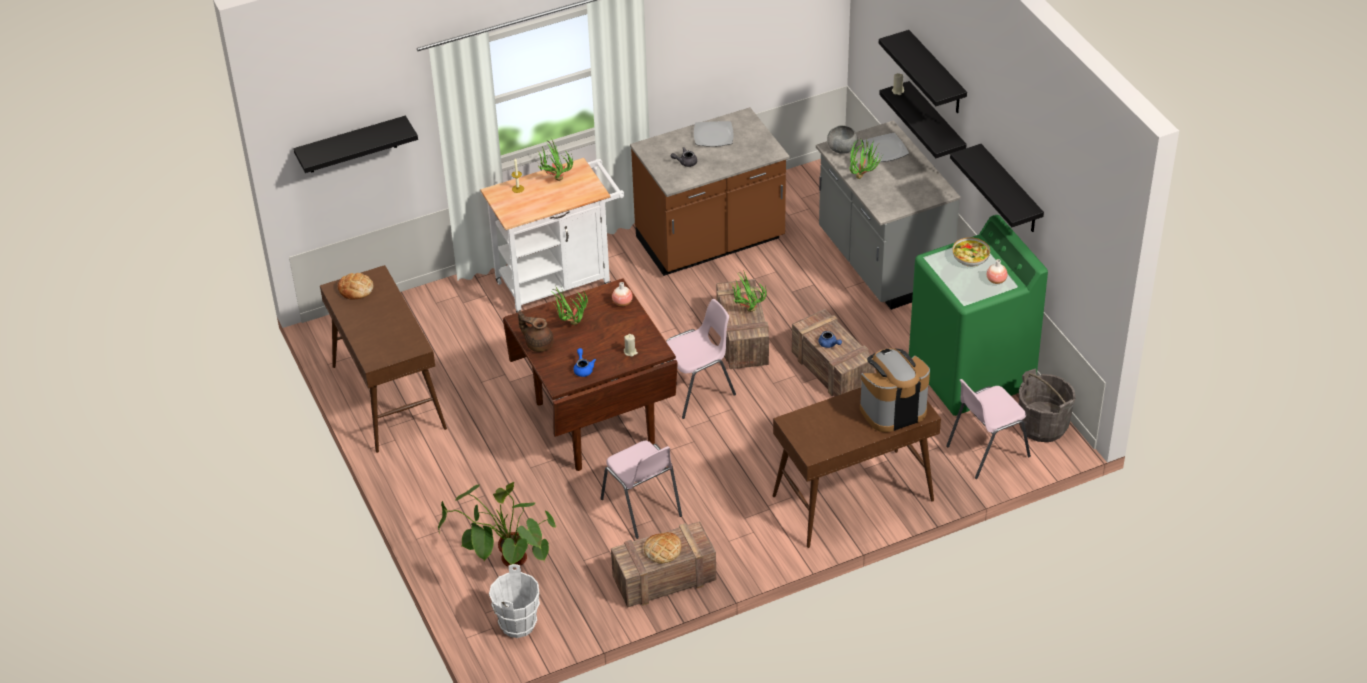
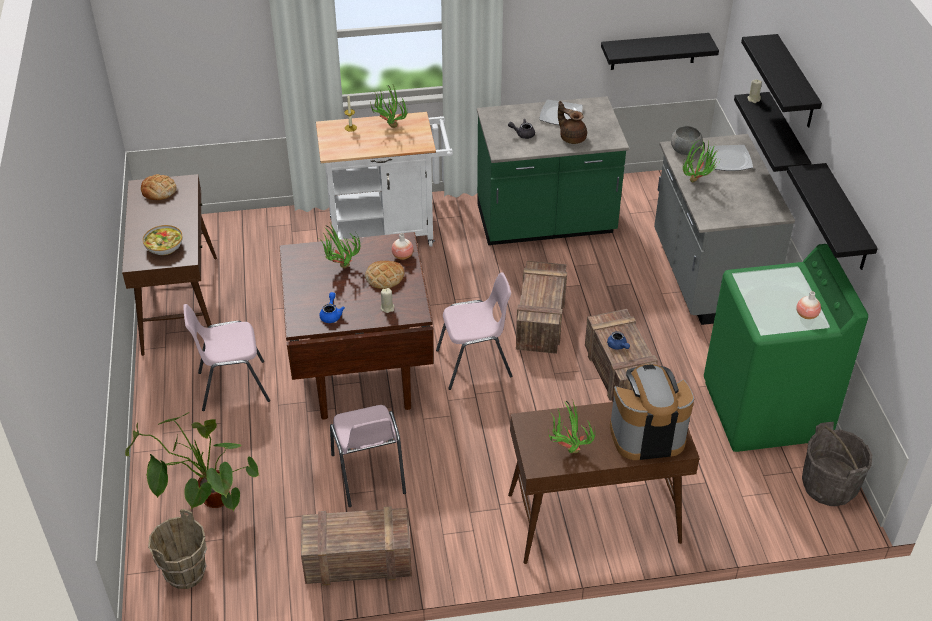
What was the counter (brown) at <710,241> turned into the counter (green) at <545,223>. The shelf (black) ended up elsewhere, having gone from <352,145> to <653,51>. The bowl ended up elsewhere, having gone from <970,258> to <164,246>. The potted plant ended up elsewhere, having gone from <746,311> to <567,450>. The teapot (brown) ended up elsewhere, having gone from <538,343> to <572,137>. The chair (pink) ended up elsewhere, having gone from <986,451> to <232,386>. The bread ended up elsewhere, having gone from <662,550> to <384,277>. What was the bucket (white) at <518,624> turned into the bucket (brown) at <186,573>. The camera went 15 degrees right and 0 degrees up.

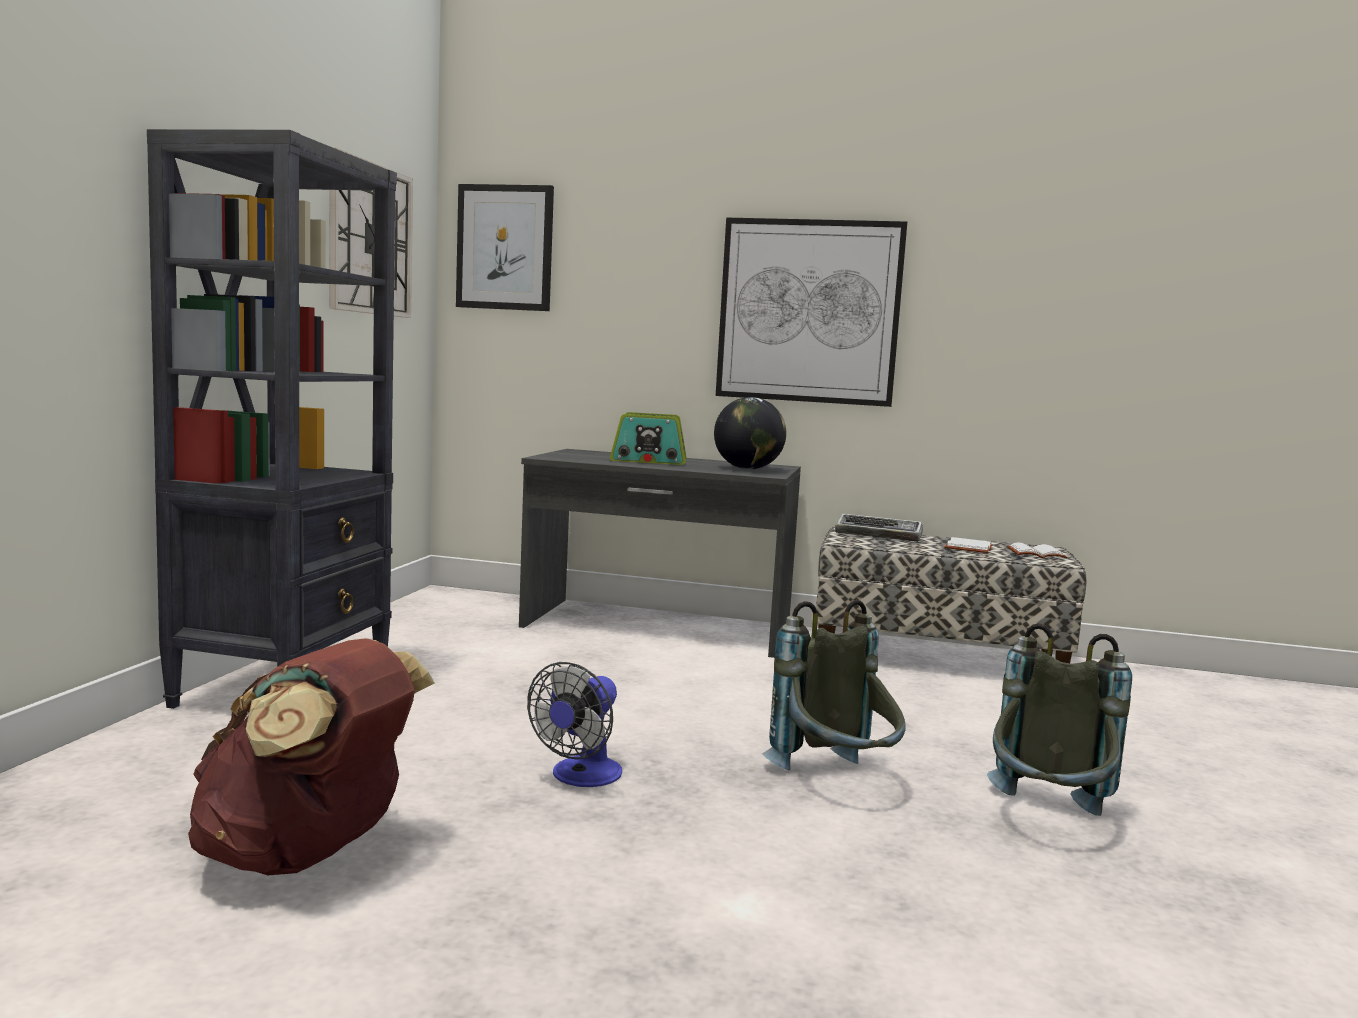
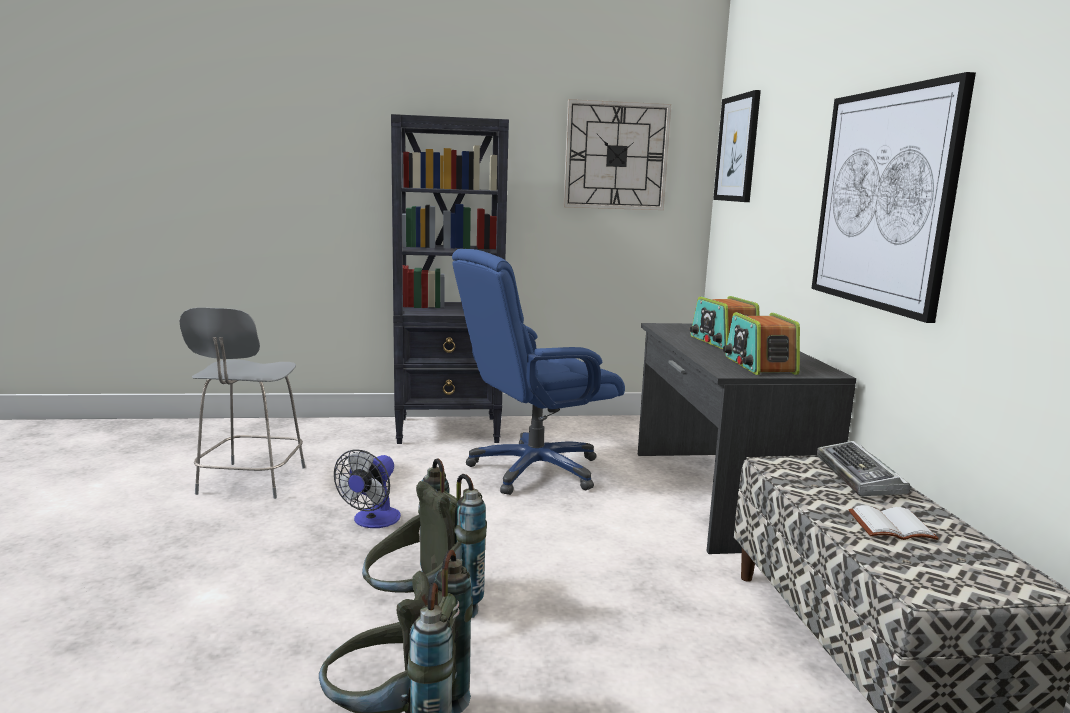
Where the globe stood at <747,469>, the radio came to stand at <759,365>. The second view lost the book (white) at <1035,554>. Where the backpack (brown) stood at <308,854>, the stool (grey) came to stand at <250,482>. The fan at <580,777> ended up facing another way, 75 degrees counterclockwise from before. The second view gained the office chair (blue) at <534,470>. The camera went 70 degrees right and 5 degrees up.

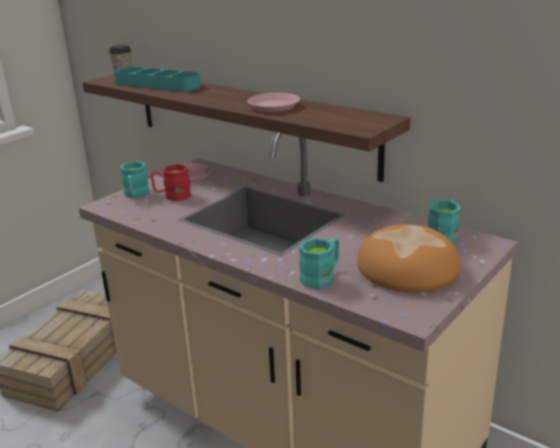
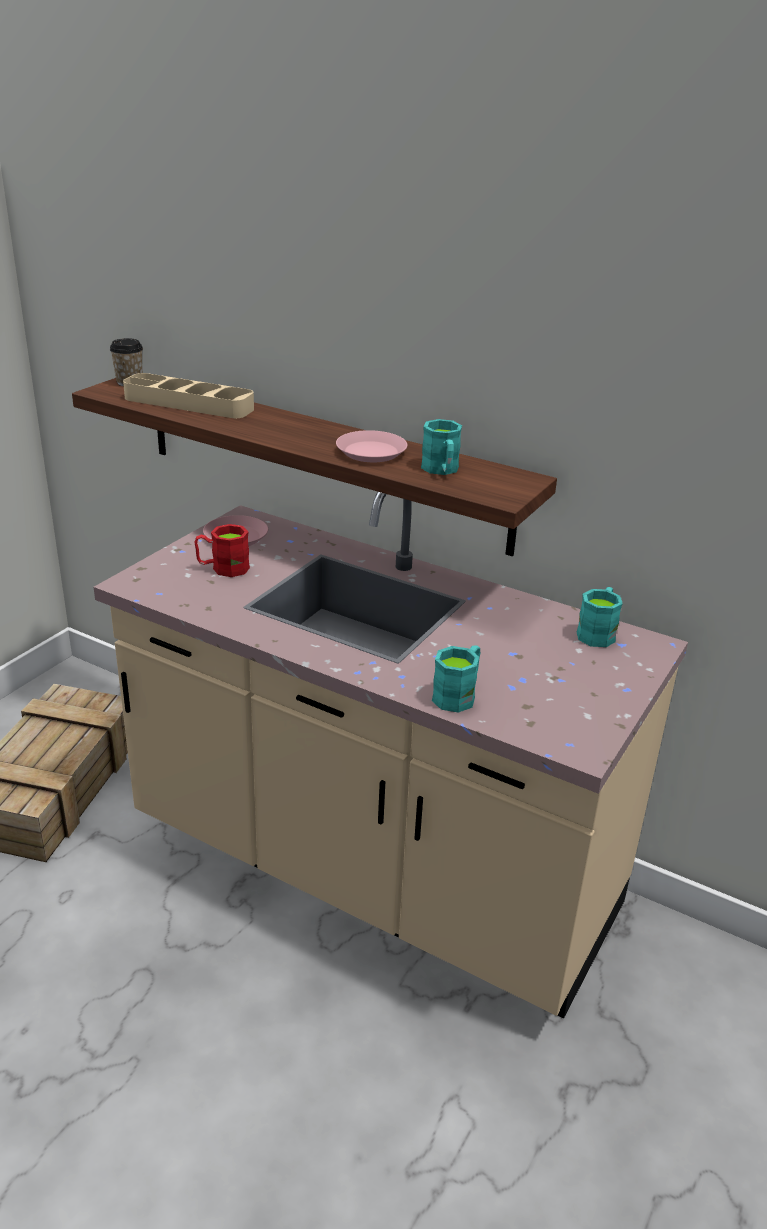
What was the tray (turquoise) at <157,84> turned into the tray (beige) at <188,403>. The mug (turquoise) ended up elsewhere, having gone from <135,195> to <441,470>. The second view lost the bread at <408,268>. The camera went 10 degrees left and 5 degrees up.

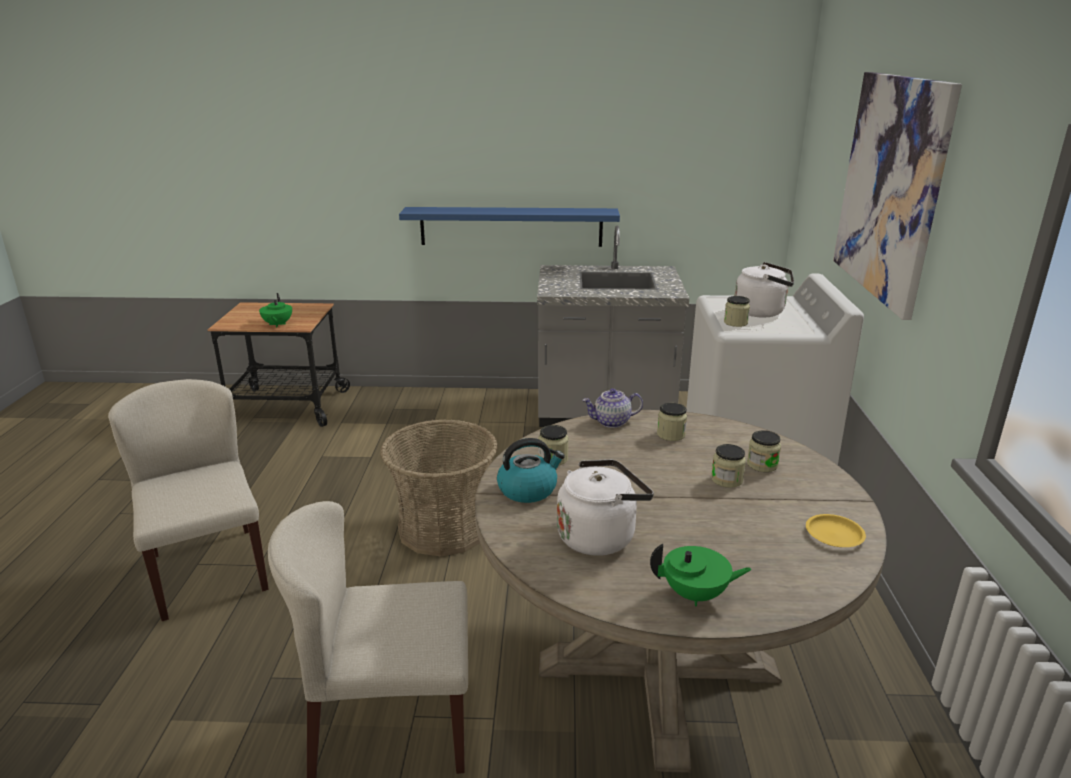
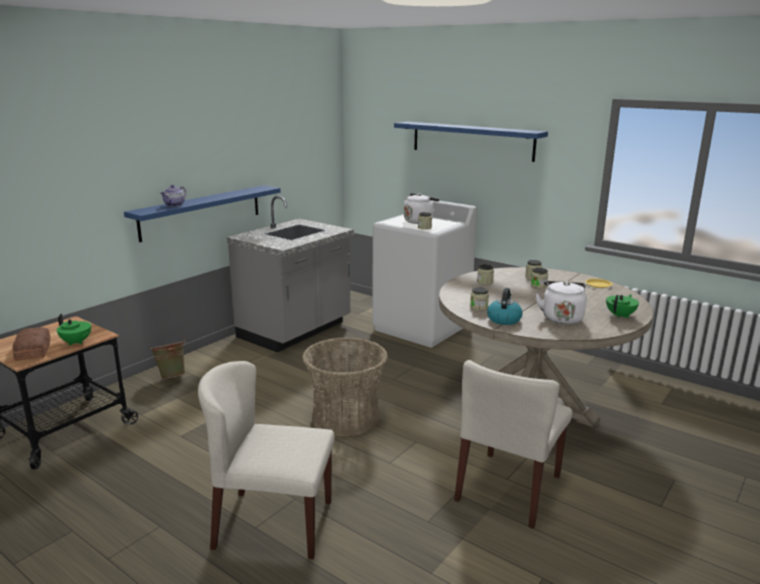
Where the picture hung at <890,188>, the shelf (blue) came to hang at <471,140>. The teapot ended up elsewhere, having gone from <611,422> to <174,205>. The second view gained the bread at <32,350>. The second view gained the bucket (green) at <172,376>. The camera went 55 degrees left and 5 degrees down.

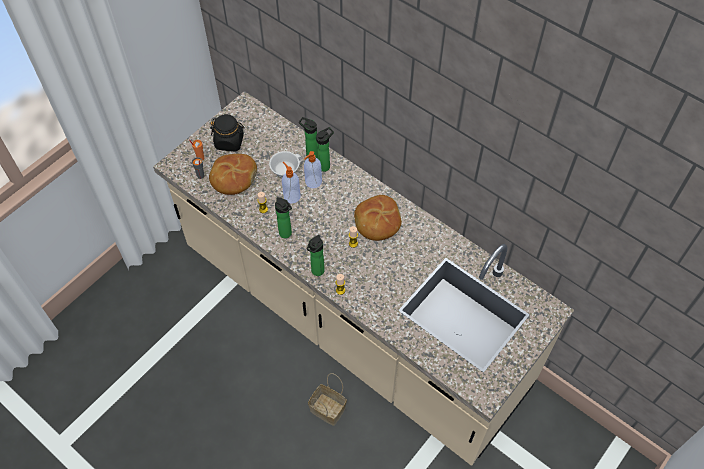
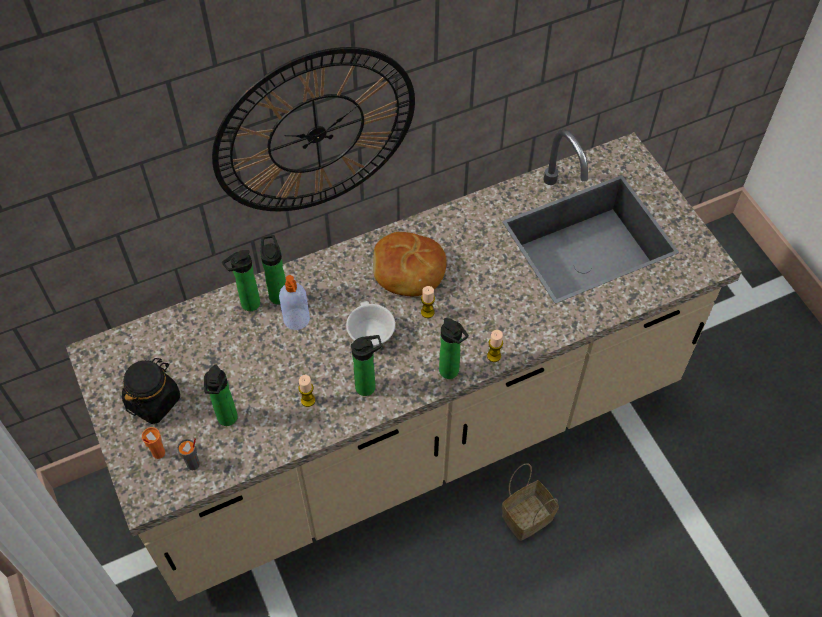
The cup (white) ended up elsewhere, having gone from <285,169> to <369,334>. Where the bread stood at <233,178>, the bottle came to stand at <227,420>. The second view lost the soap dispenser at <291,196>. The second view gained the wall clock at <316,133>. The camera went 65 degrees left and 0 degrees up.

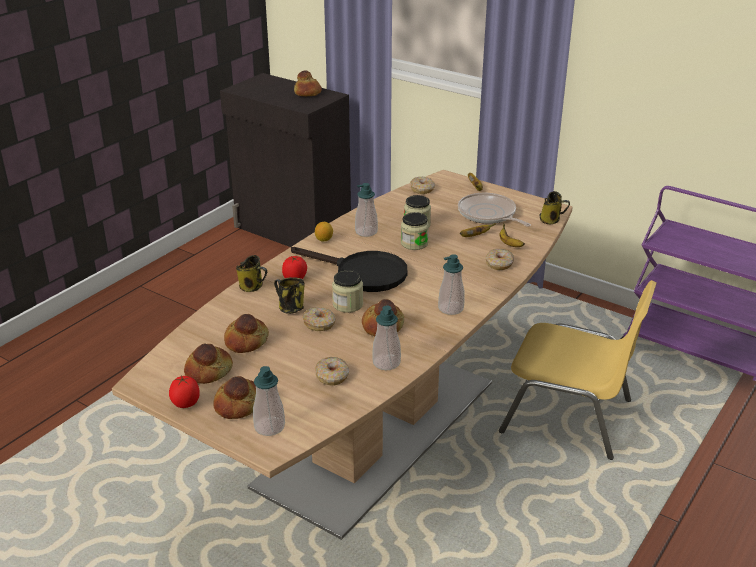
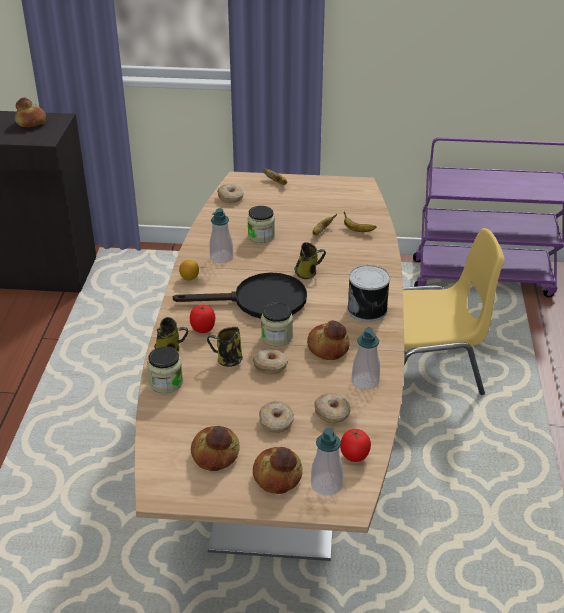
The mug ended up elsewhere, having gone from <551,220> to <307,273>. The second view lost the frying pan at <488,215>. The jar ended up elsewhere, having gone from <414,243> to <166,383>. The donut ended up elsewhere, having gone from <499,264> to <276,422>. Where the soap dispenser stood at <451,308>, the can came to stand at <368,309>. The second view lost the bread at <247,341>. The tomato ended up elsewhere, having gone from <185,404> to <354,457>. The camera went 30 degrees left and 5 degrees up.

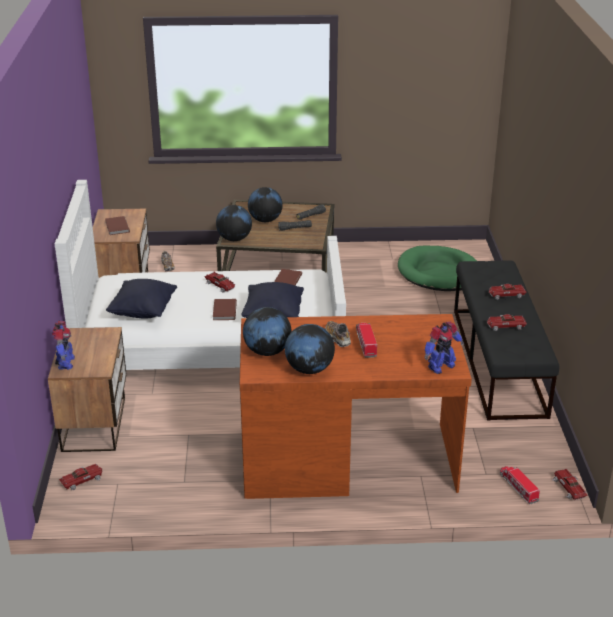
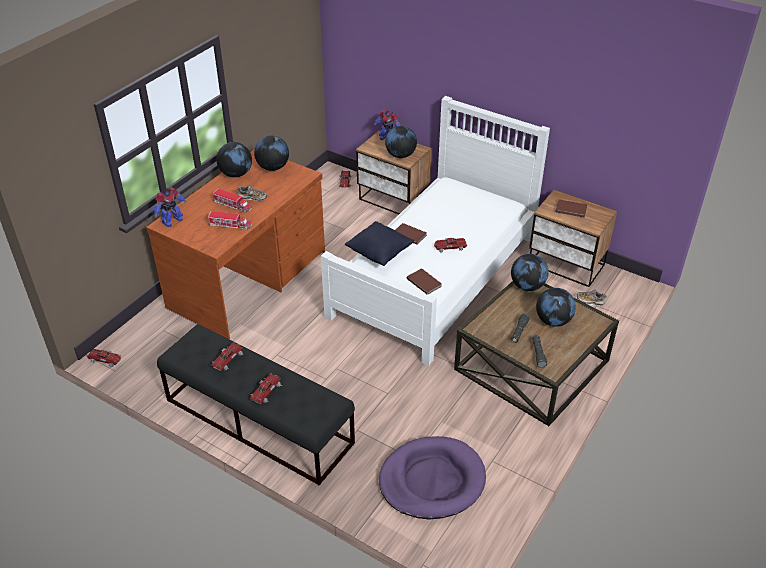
What was the dog bed (green) at <439,273> turned into the dog bed (purple) at <432,480>. The second view lost the pillow (black) at <143,312>. The toy robot at <440,366> ended up facing another way, 135 degrees counterclockwise from before. The toy truck ended up elsewhere, having gone from <518,487> to <230,225>. The second view gained the globe at <400,155>. The camera went 125 degrees right and 10 degrees up.

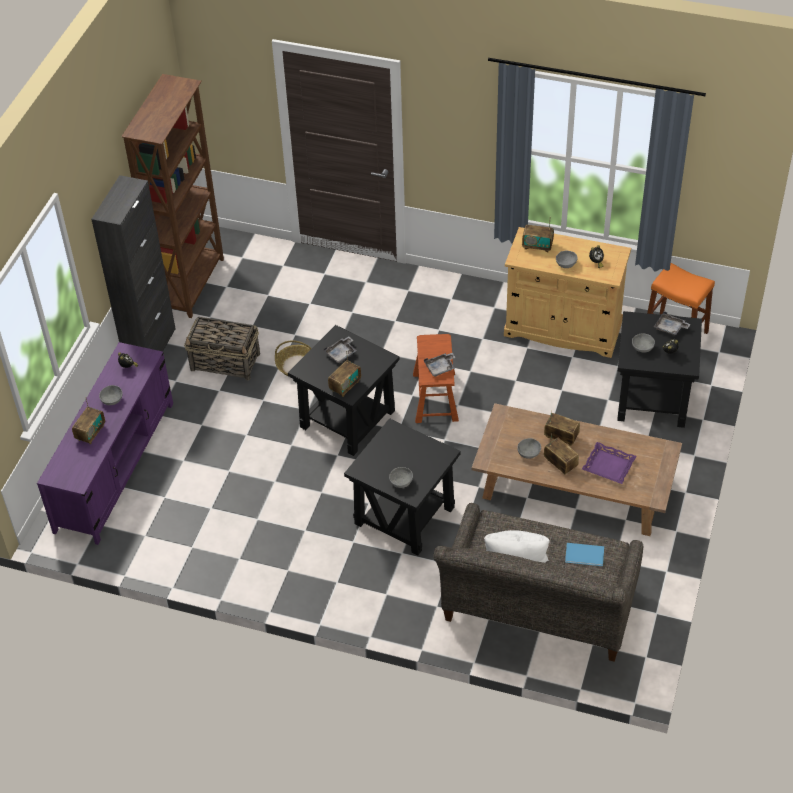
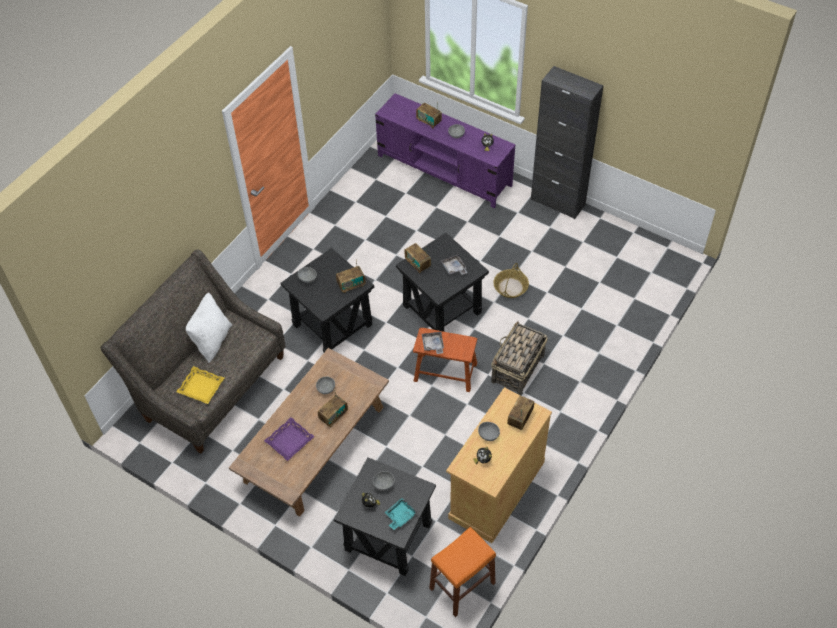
The second view lost the bookcase (brown) at <192,284>. What was the tray (grey) at <670,328> turned into the tray (turquoise) at <400,516>. The basket ended up elsewhere, having gone from <226,362> to <517,369>. The radio ended up elsewhere, having gone from <560,464> to <351,285>. Where the book (blue) stood at <585,556>, the tray (yellow) came to stand at <201,387>. The camera went 105 degrees right and 5 degrees up.

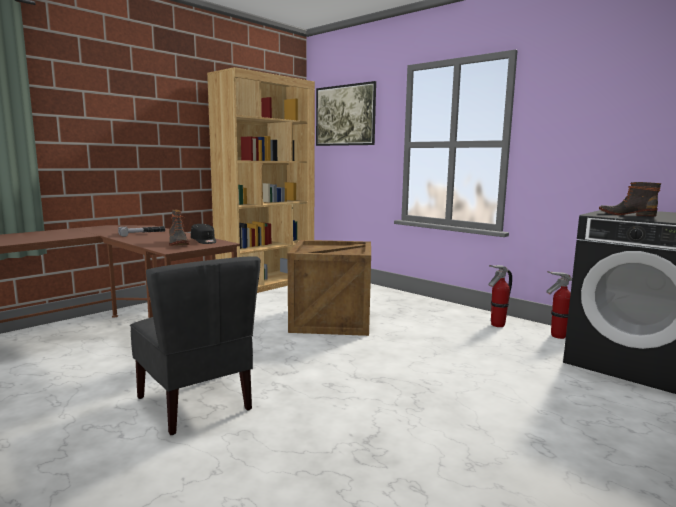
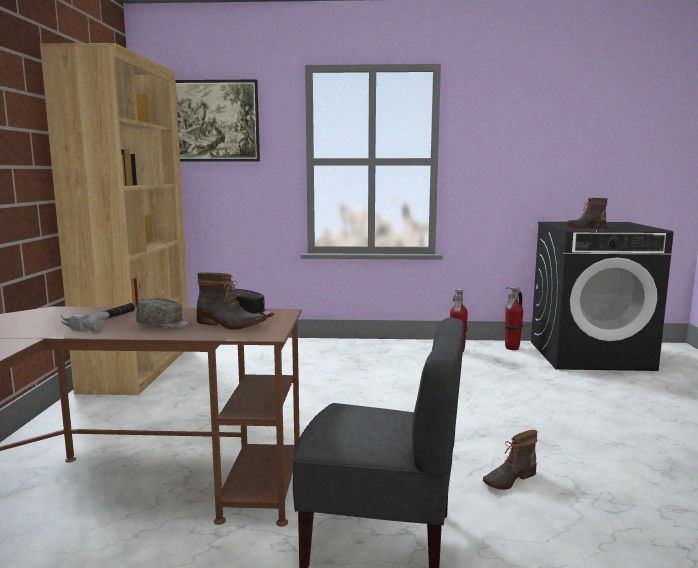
The second view lost the crate at <332,320>. The second view gained the cap (grey) at <165,325>. The second view gained the boot at <508,478>. The camera went 40 degrees left and 0 degrees up.

